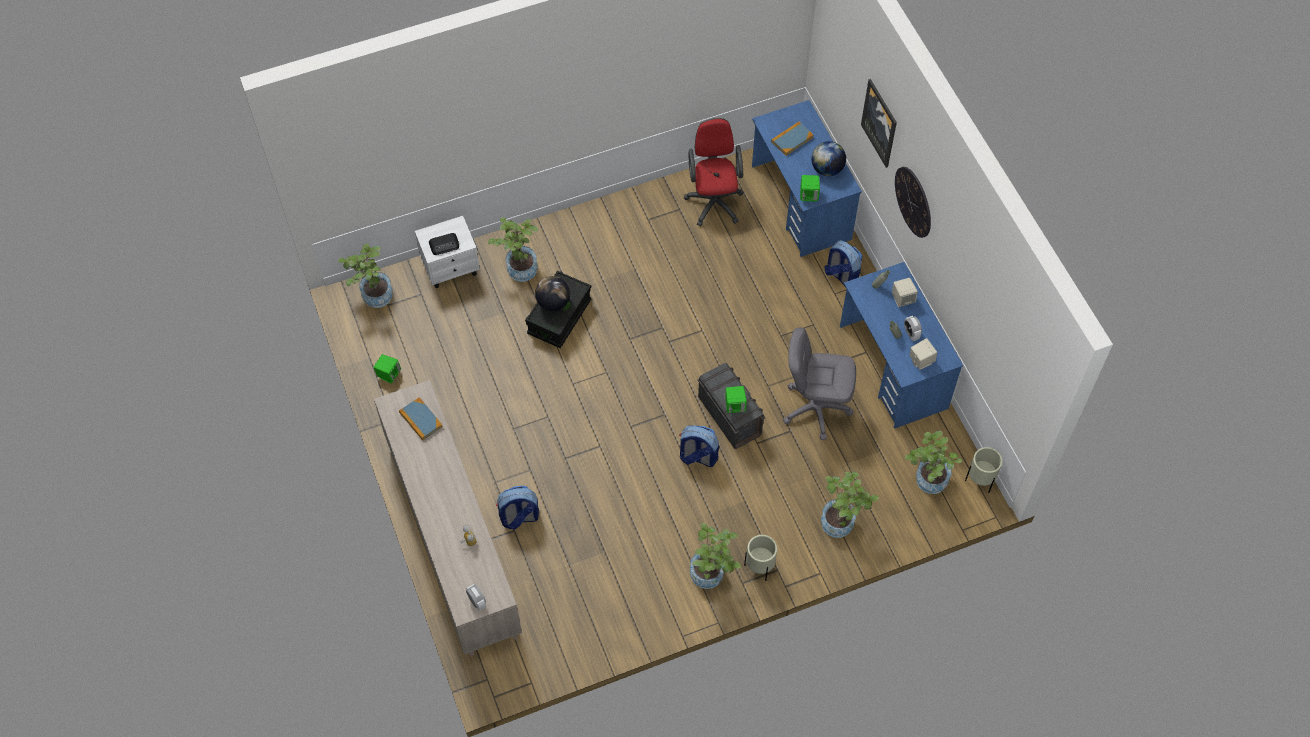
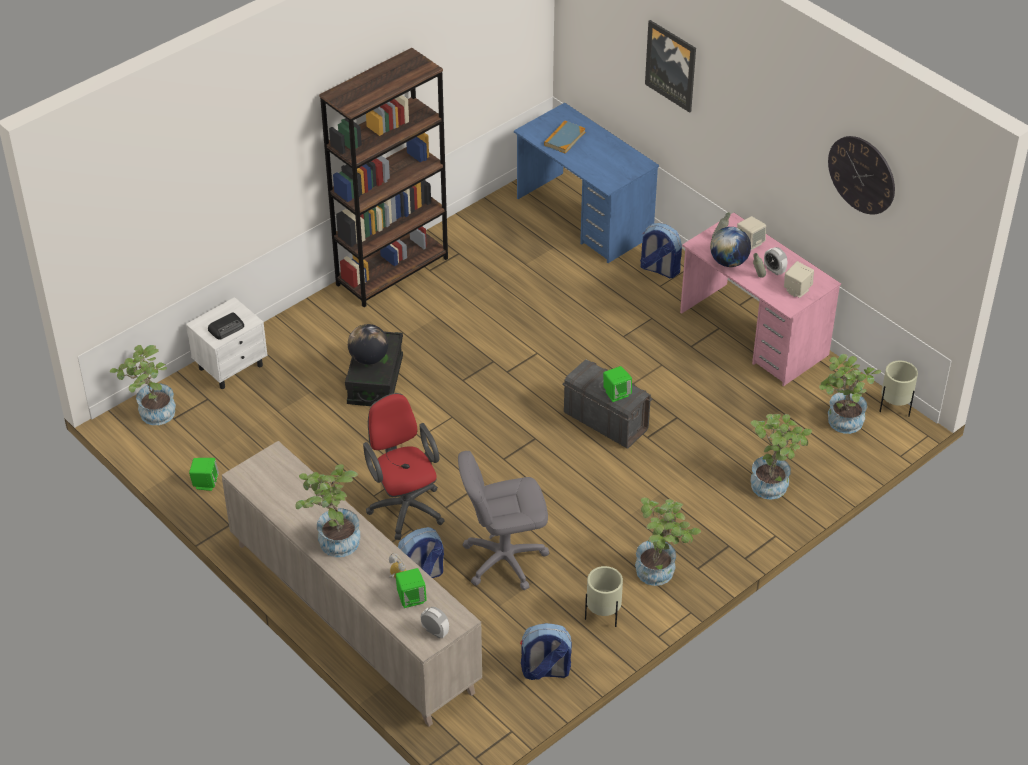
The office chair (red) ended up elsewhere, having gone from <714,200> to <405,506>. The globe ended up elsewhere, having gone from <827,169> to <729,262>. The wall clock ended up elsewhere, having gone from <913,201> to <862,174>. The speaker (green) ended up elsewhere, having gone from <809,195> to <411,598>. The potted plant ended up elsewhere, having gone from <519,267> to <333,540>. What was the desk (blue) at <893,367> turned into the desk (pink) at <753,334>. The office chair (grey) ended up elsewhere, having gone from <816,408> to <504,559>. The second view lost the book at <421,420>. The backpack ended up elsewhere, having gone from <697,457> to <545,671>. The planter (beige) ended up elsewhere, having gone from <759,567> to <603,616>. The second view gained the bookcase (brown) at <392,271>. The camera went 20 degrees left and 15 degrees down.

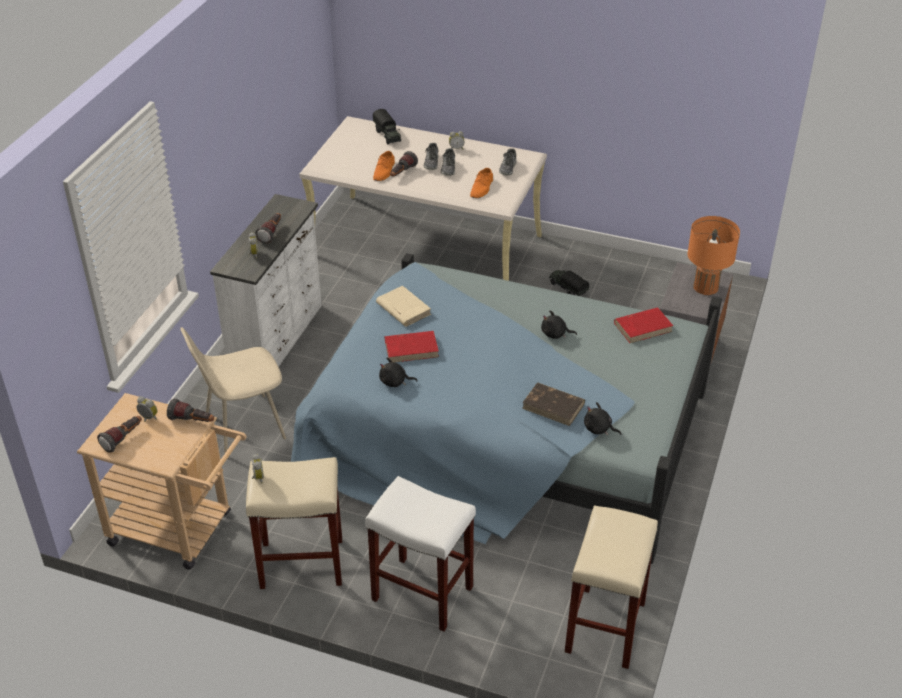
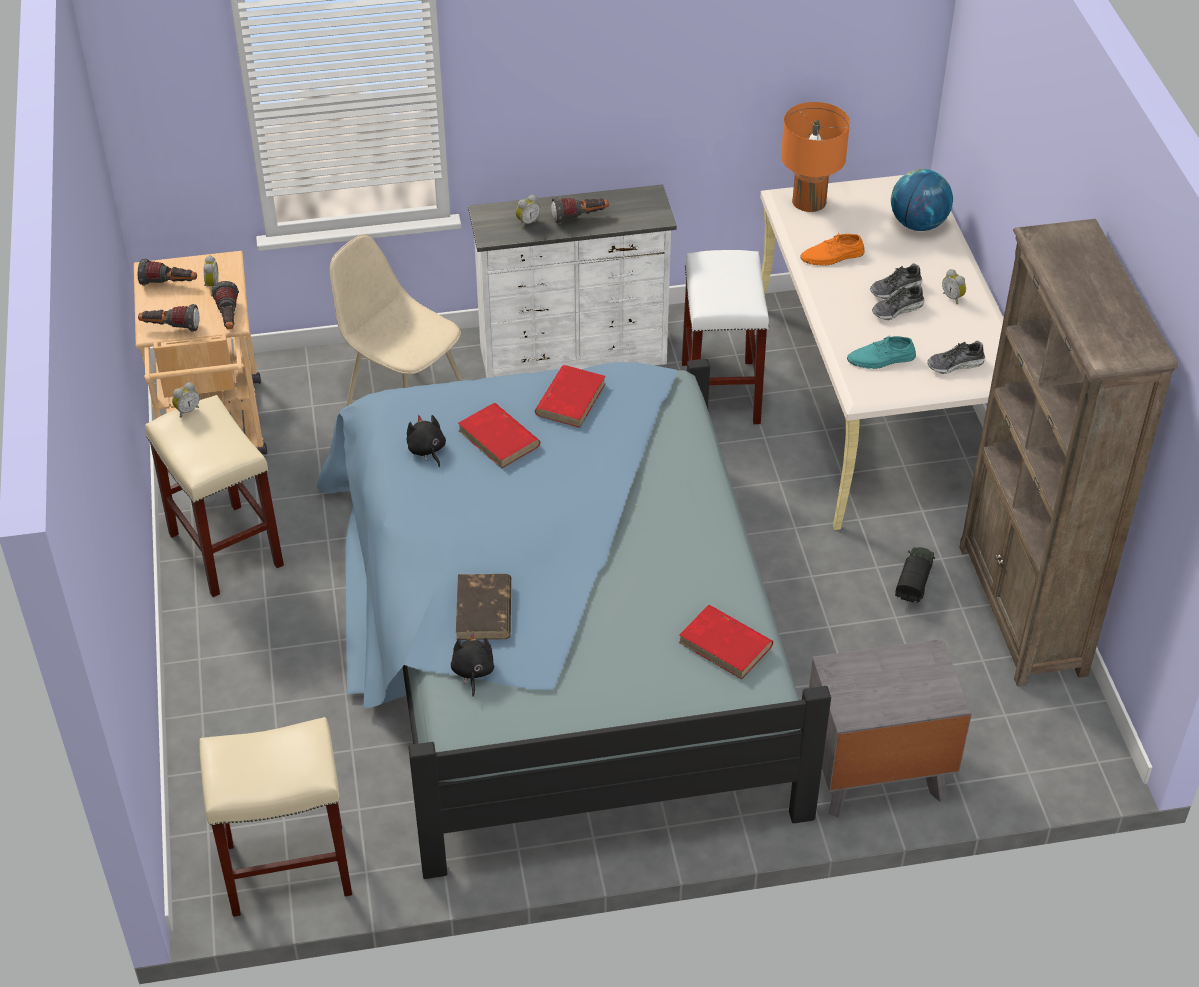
Where the toy truck stood at <387,135>, the globe came to stand at <918,224>. The flashlight ended up elsewhere, having gone from <402,173> to <170,327>. What was the shoe (orange) at <482,188> turned into the shoe (turquoise) at <881,359>. The table lamp (orange) ended up elsewhere, having gone from <705,287> to <809,201>. What was the book (beige) at <403,309> turned into the book (red) at <570,399>. The second view lost the plush toy (black) at <555,334>. The stool (white) ended up elsewhere, having gone from <421,593> to <719,391>. The second view gained the bookcase (brown) at <1022,611>. The camera went 60 degrees right and 5 degrees up.

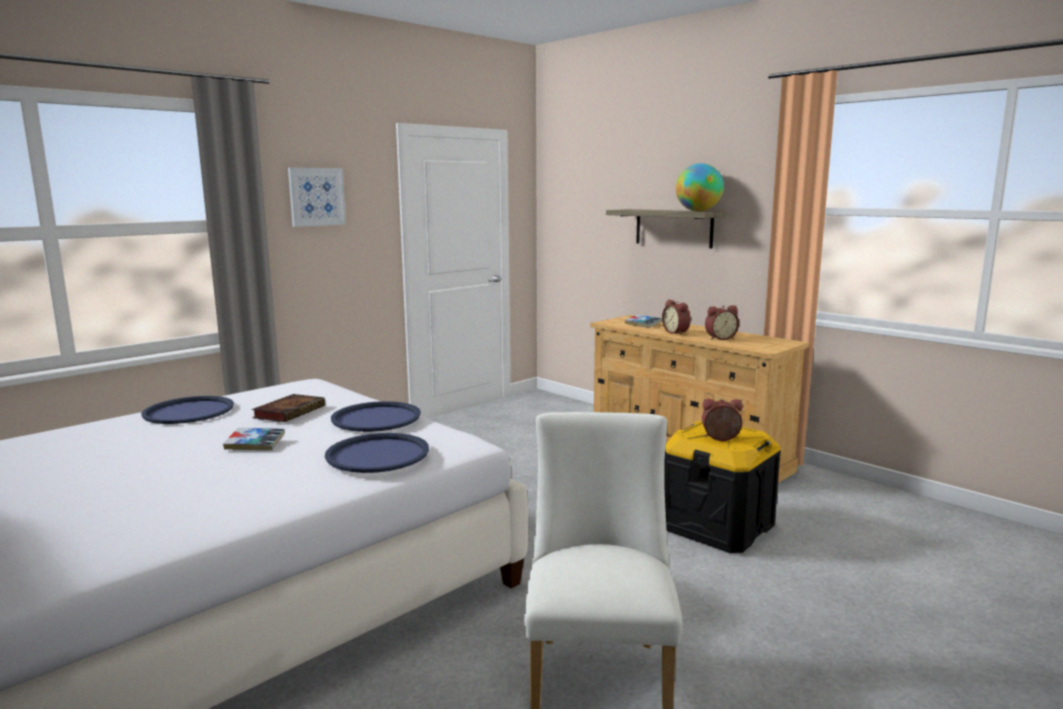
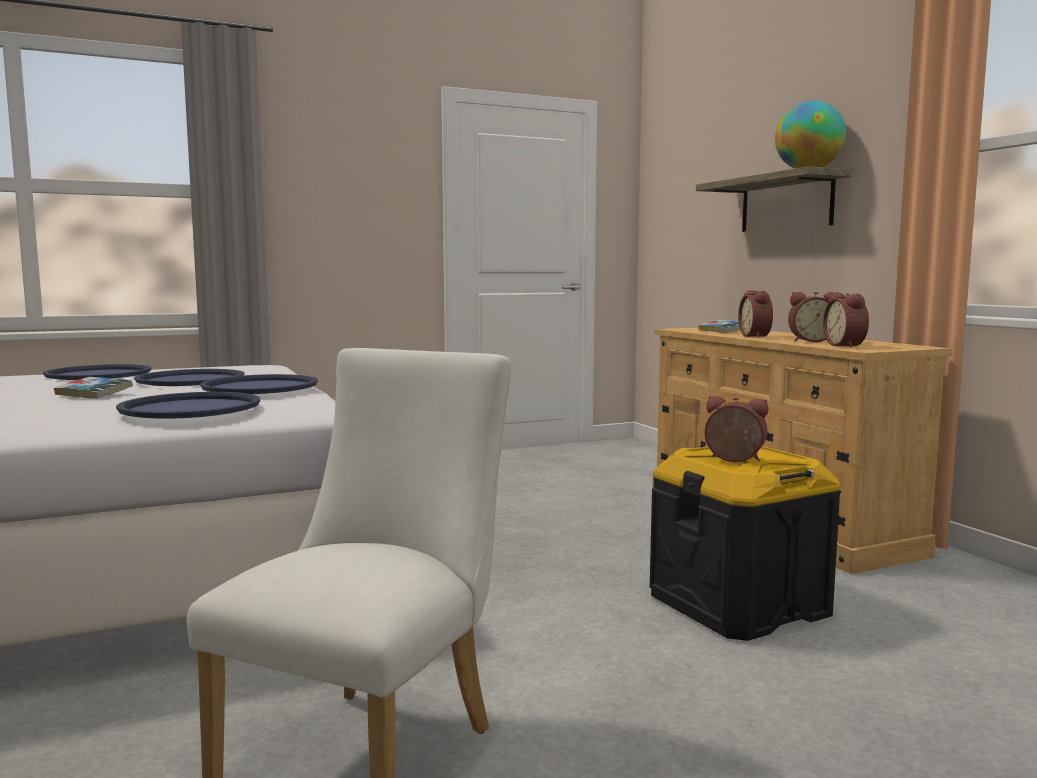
The second view lost the picture at <316,196>. Where the book stood at <290,412>, the tray (blue) came to stand at <190,379>. The second view gained the alarm clock at <847,346>. The camera went 20 degrees right and 5 degrees down.

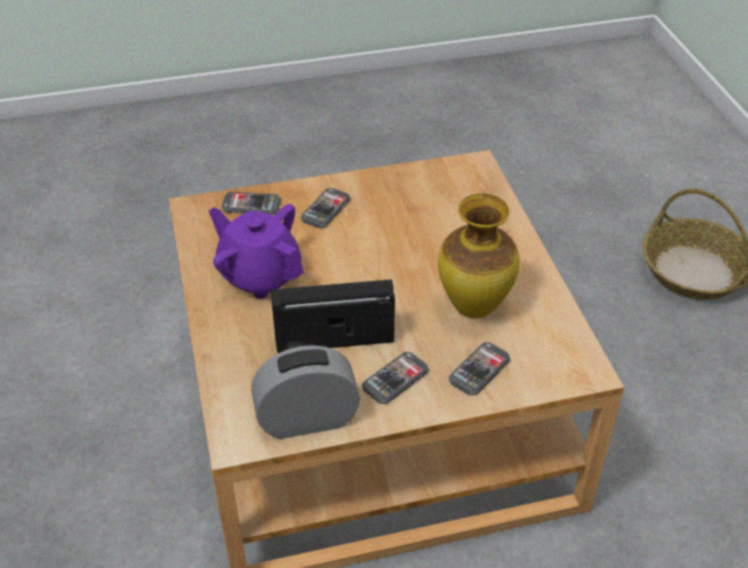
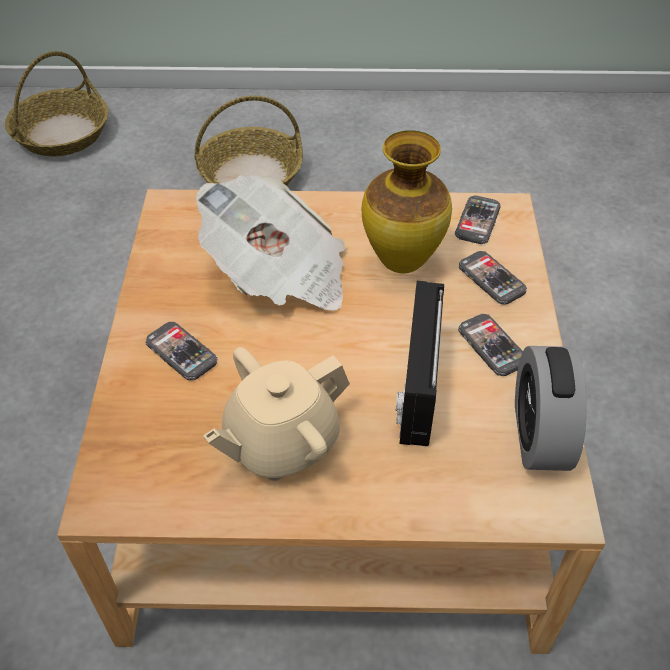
The phone ended up elsewhere, having gone from <251,205> to <477,221>. What was the teapot (purple) at <260,275> turned into the teapot (beige) at <281,443>. The second view gained the basket at <62,134>. The second view gained the newspaper at <279,274>. The camera went 75 degrees left and 5 degrees up.

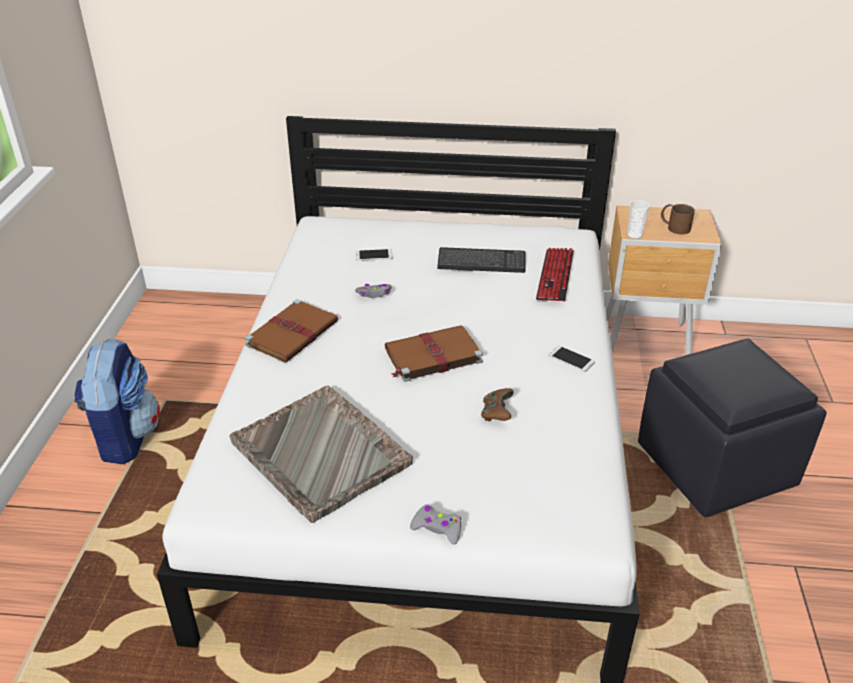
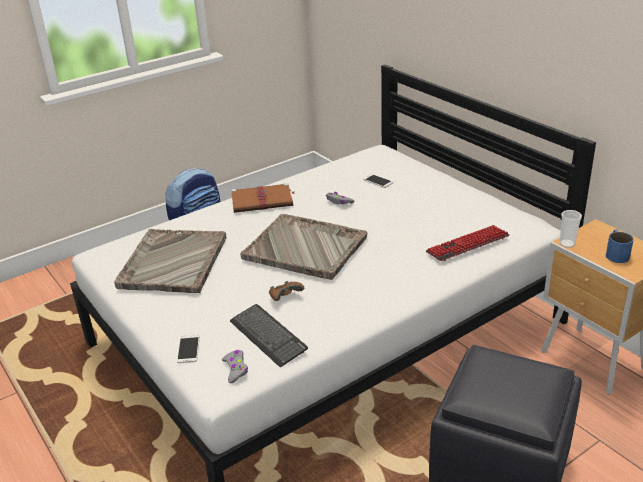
What was the mug (brown) at <674,226> turned into the mug (blue) at <615,253>. The keyboard ended up elsewhere, having gone from <481,262> to <268,336>. Where the book (brown) stood at <431,356>, the tray (grey) came to stand at <306,248>. The phone ended up elsewhere, having gone from <571,359> to <188,349>. The game controller (grey) ended up elsewhere, having gone from <437,528> to <235,369>. The camera went 50 degrees right and 5 degrees down.

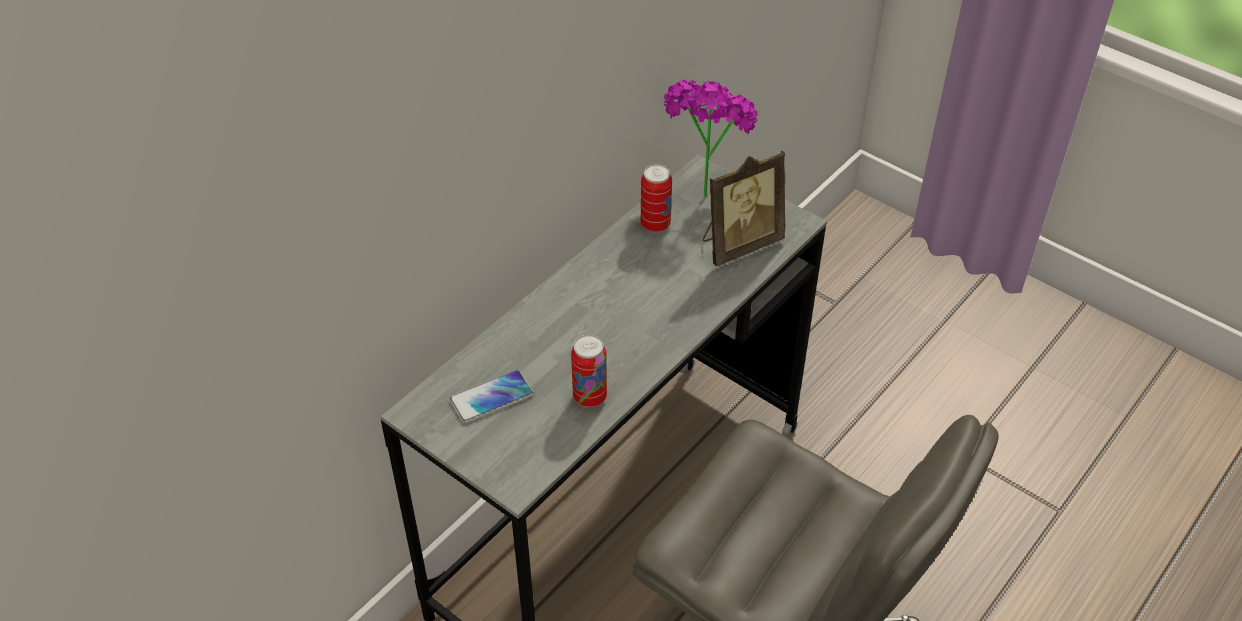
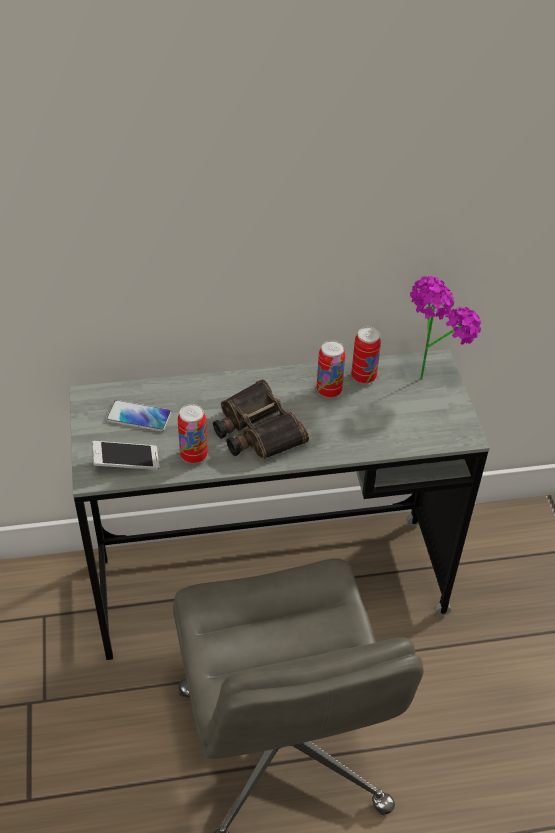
The second view lost the picture frame at <739,244>. The second view gained the can at <329,391>. The second view gained the binoculars at <256,430>. The second view gained the phone at <126,462>. The camera went 40 degrees right and 0 degrees up.

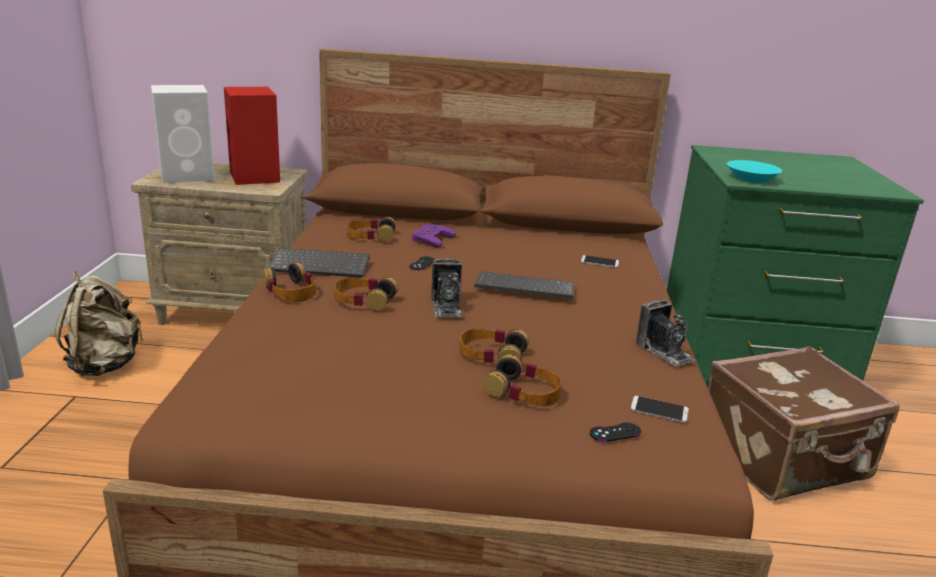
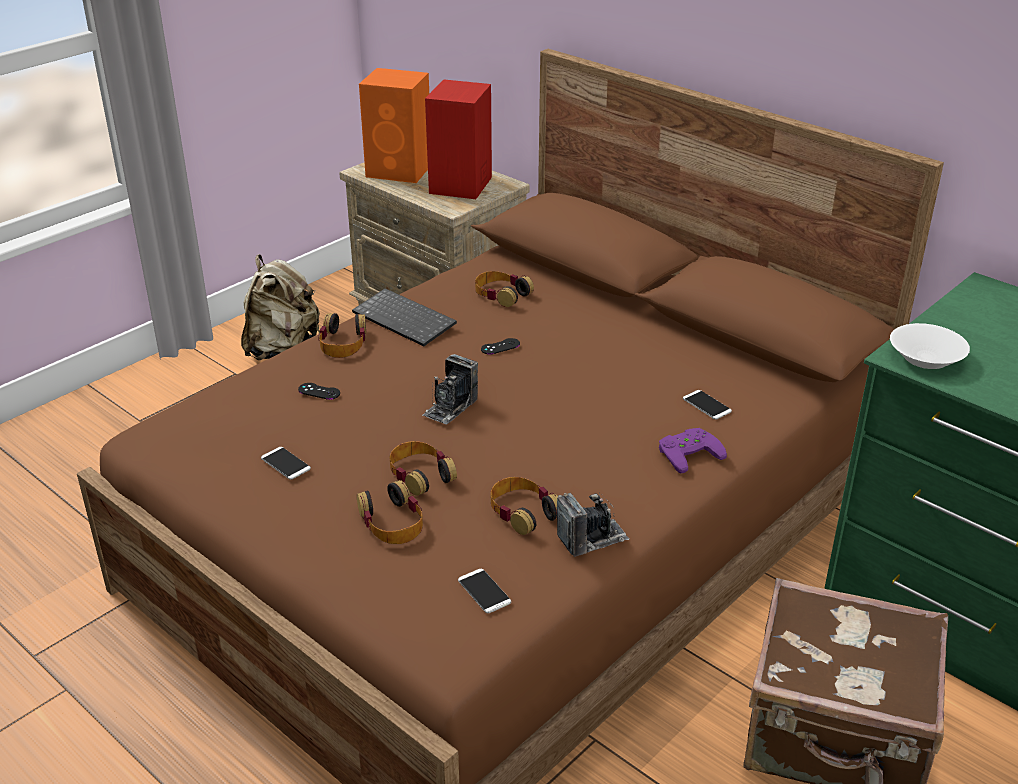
What was the speaker (white) at <189,176> turned into the speaker (orange) at <400,171>. What was the bowl (turquoise) at <752,178> turned into the bowl (white) at <927,358>. The game controller (purple) ended up elsewhere, having gone from <430,238> to <688,452>. The second view lost the keyboard at <523,288>. The headphones ended up elsewhere, having gone from <364,300> to <523,512>. The photo camera at <664,351> ended up facing another way, 120 degrees counterclockwise from before. The game controller (black) ended up elsewhere, having gone from <615,432> to <319,391>. The second view gained the phone at <285,464>. The camera went 40 degrees right and 10 degrees up.

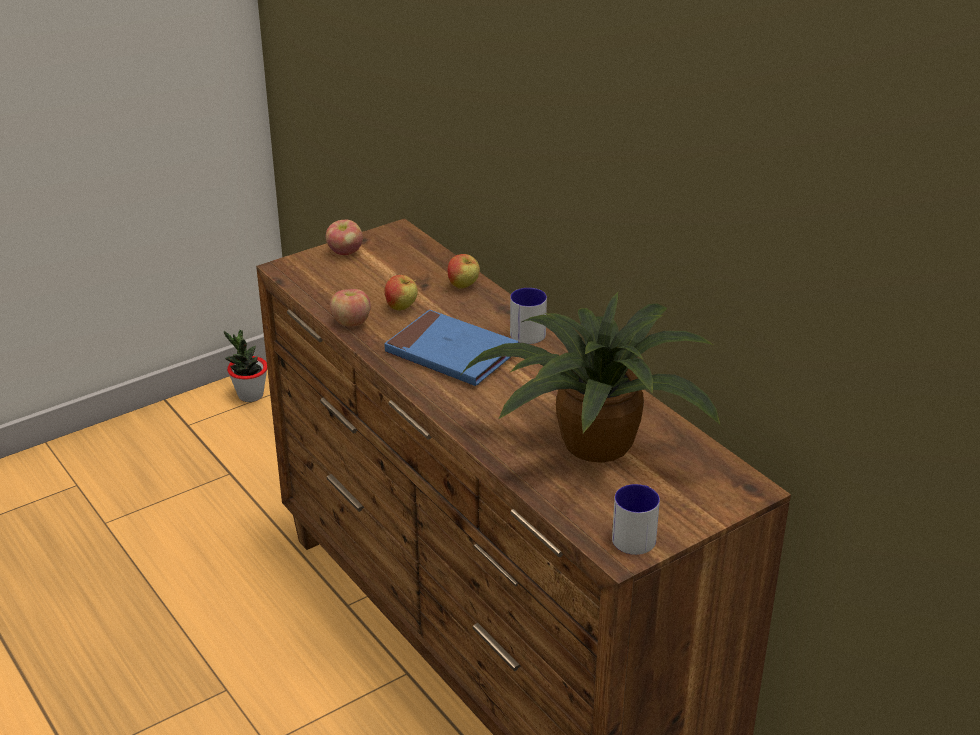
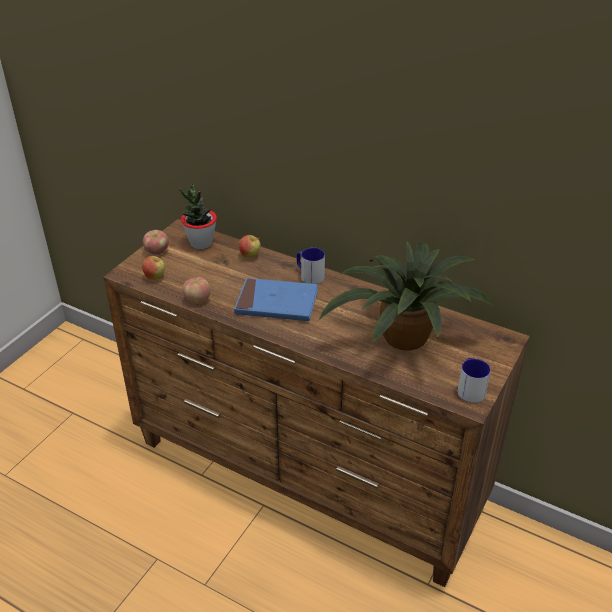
The apple ended up elsewhere, having gone from <401,308> to <155,277>. The potted plant ended up elsewhere, having gone from <250,395> to <201,243>. The camera went 25 degrees left and 5 degrees up.

